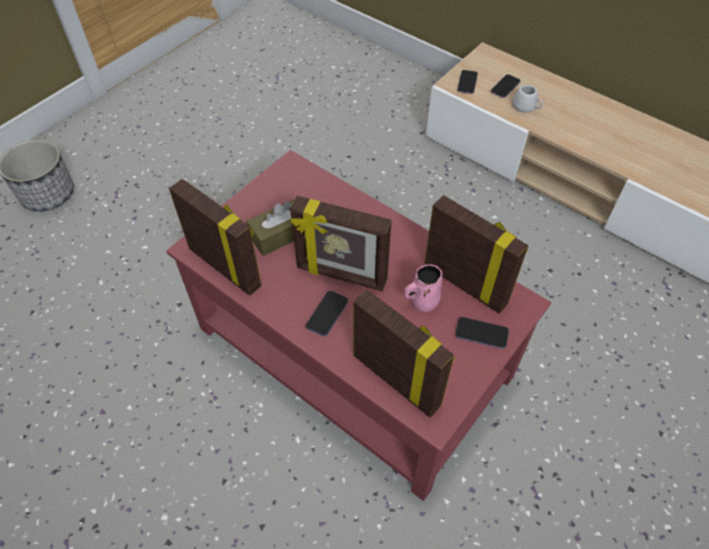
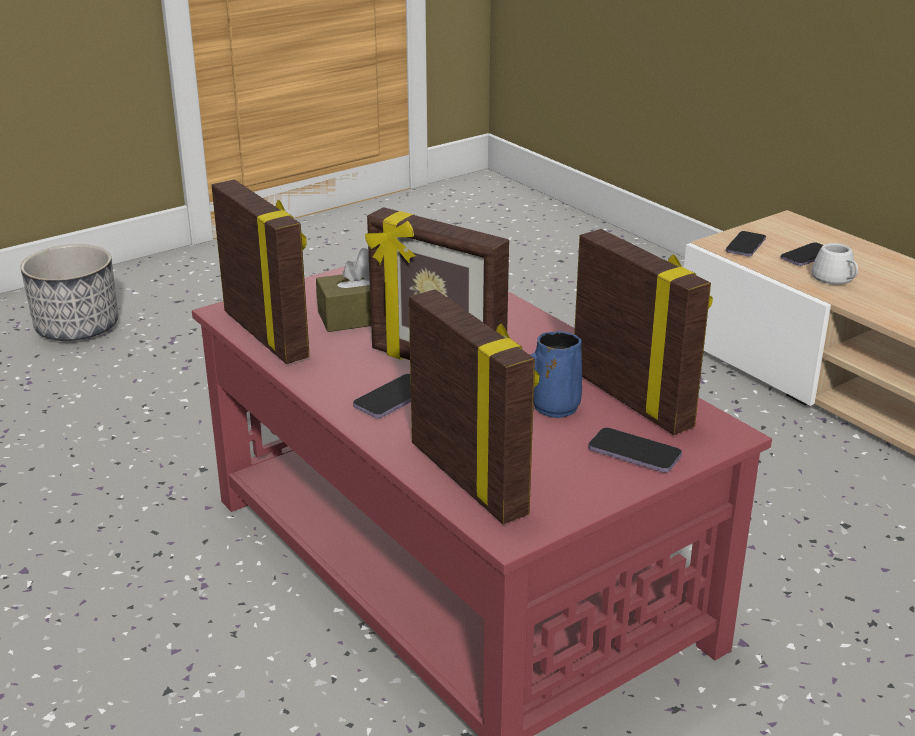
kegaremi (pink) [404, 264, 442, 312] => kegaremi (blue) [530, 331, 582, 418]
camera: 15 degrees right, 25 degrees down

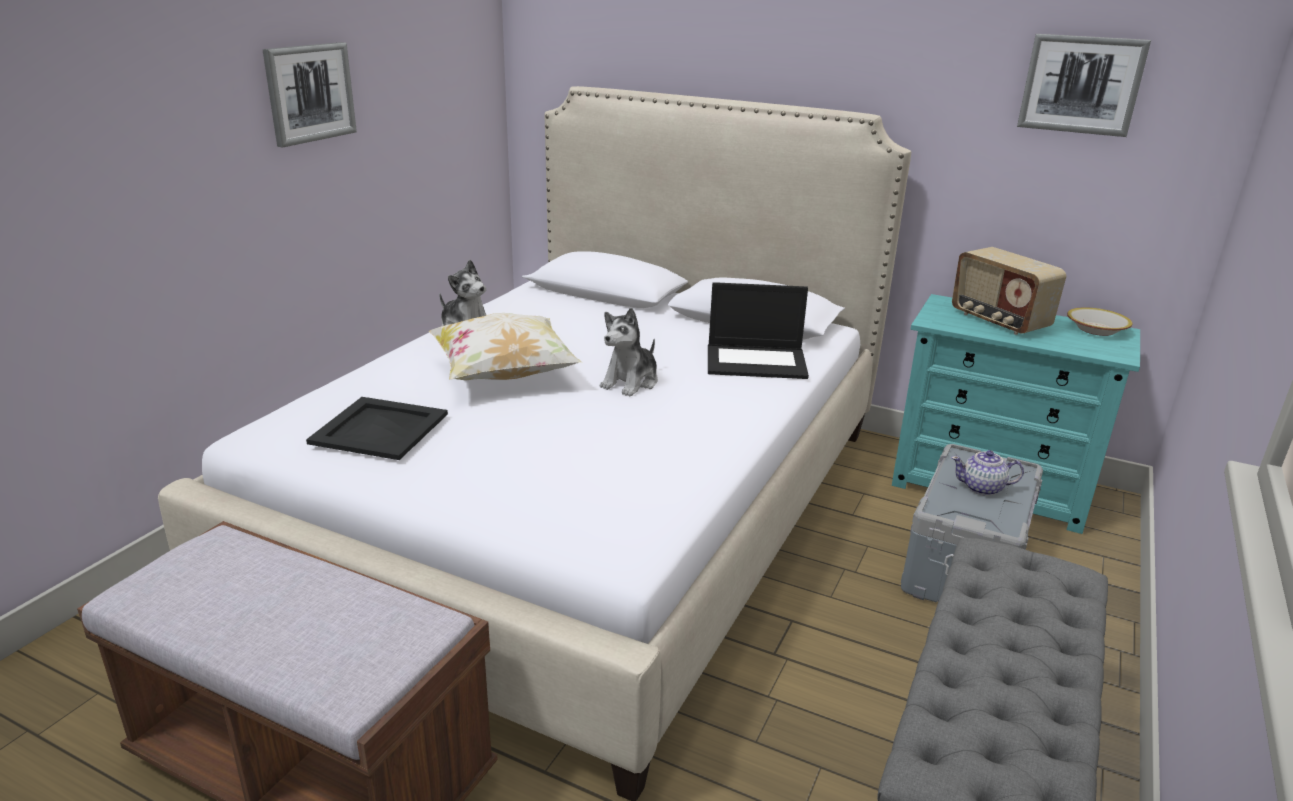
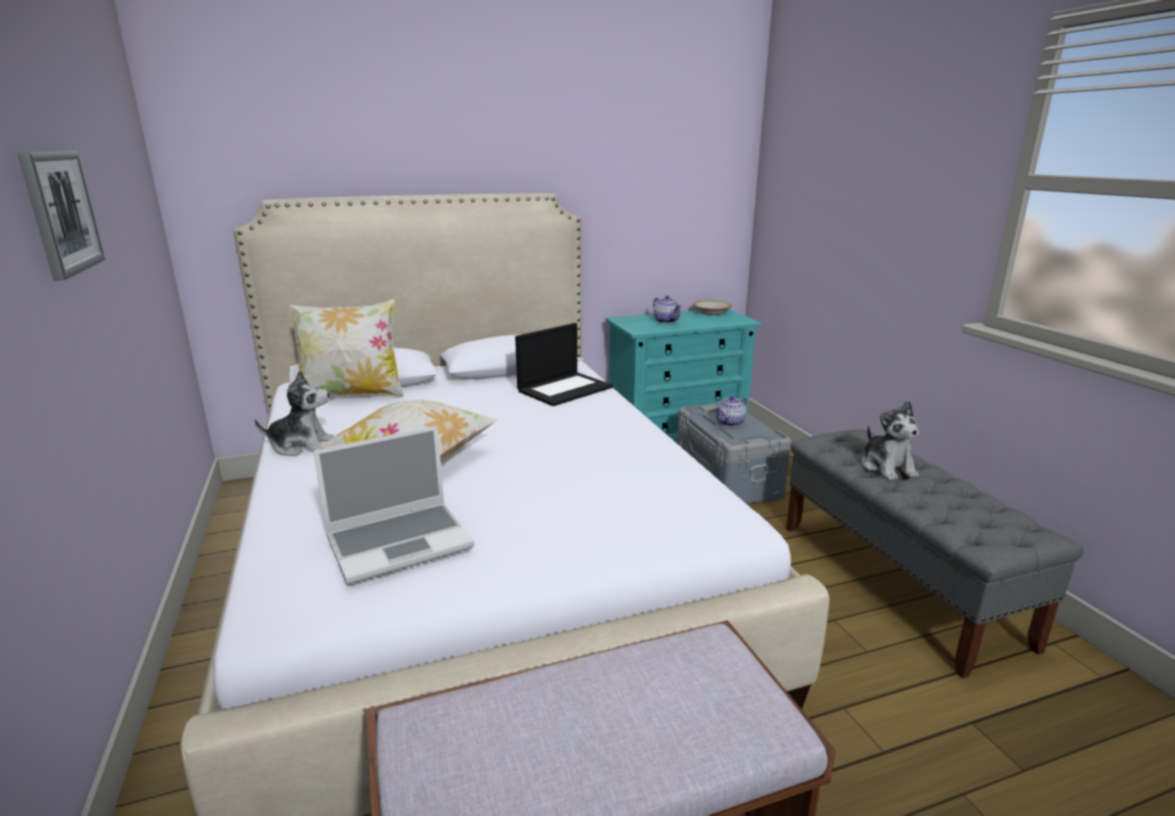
nothing => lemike [289, 299, 403, 397]
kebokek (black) [306, 397, 448, 460] => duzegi [313, 426, 475, 584]
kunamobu [952, 247, 1066, 335] => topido [653, 295, 681, 323]
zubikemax [600, 308, 658, 397] => zubikemax [862, 400, 919, 480], move
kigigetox [1017, 34, 1151, 137] => nothing
camera: 45 degrees left, 5 degrees down

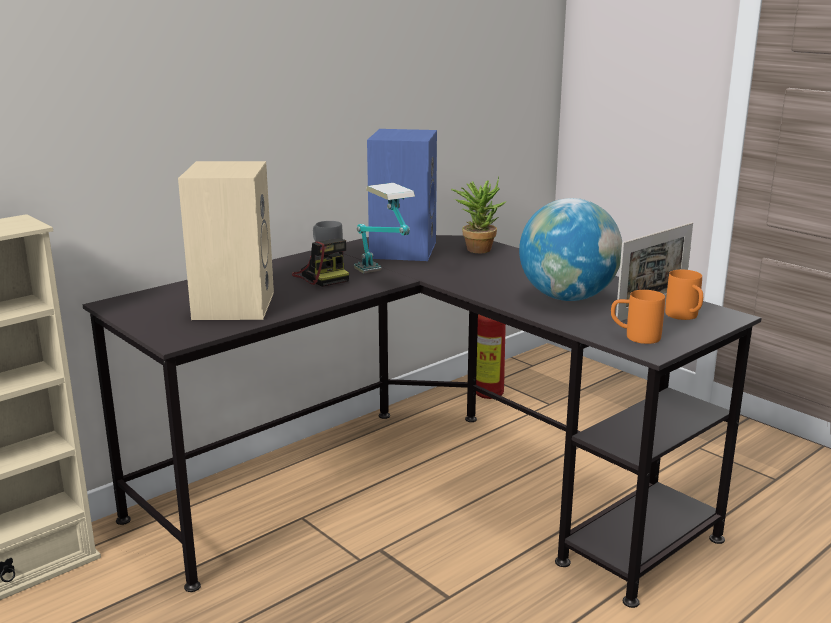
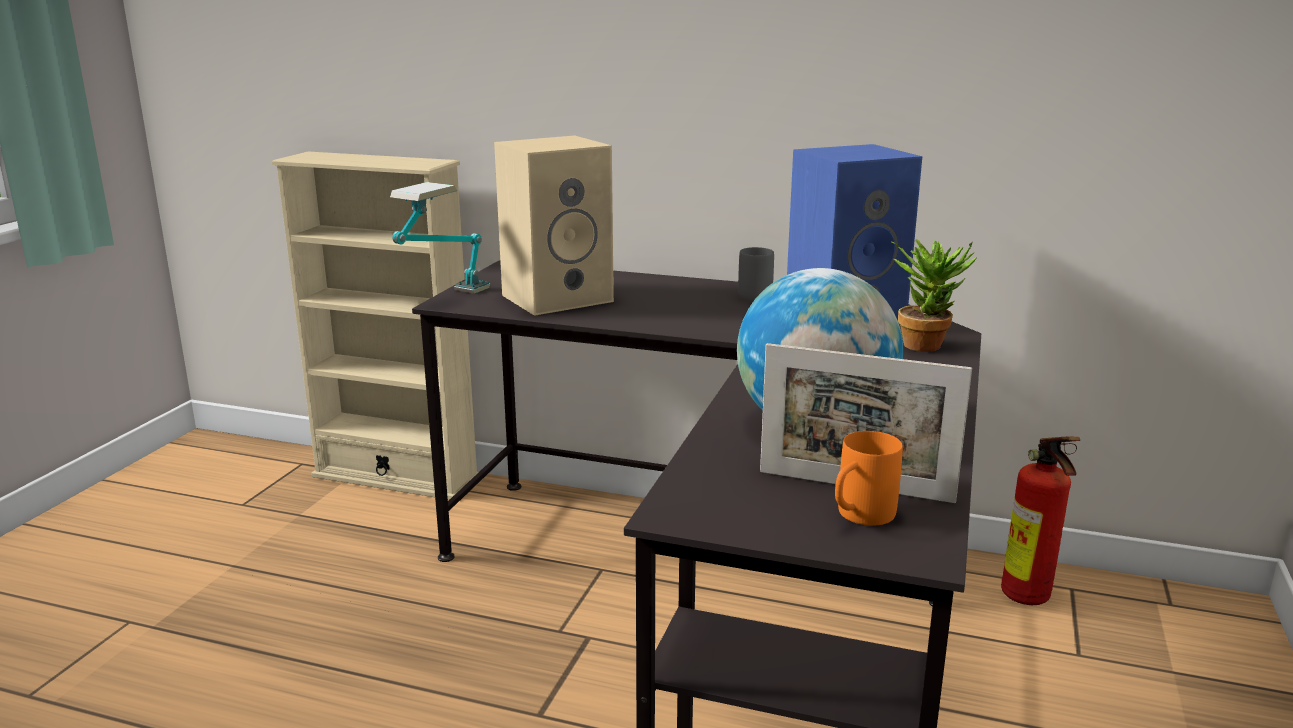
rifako [354, 183, 415, 274] => rifako [390, 182, 491, 294], move
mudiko [292, 238, 349, 287] => nothing
kegaremi (orange) [611, 290, 665, 344] => nothing
camera: 60 degrees right, 0 degrees up

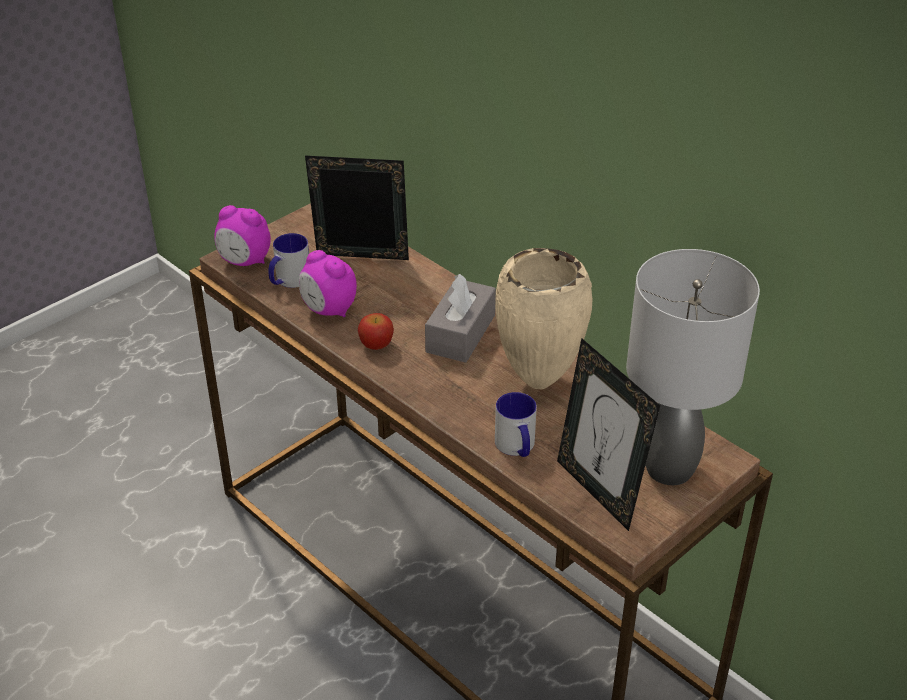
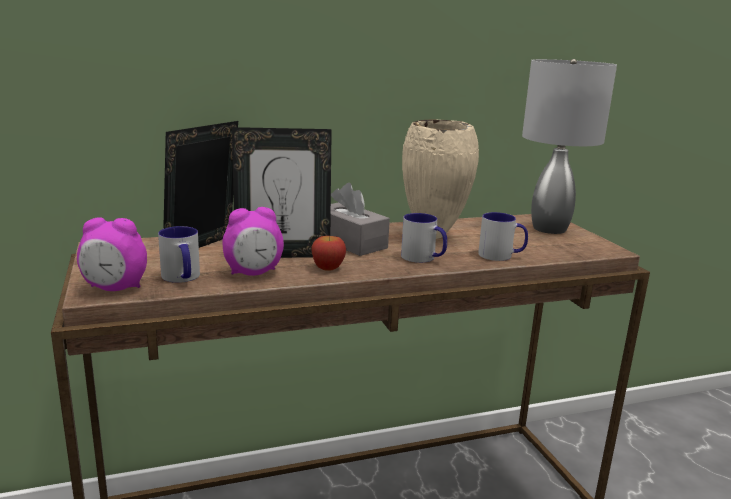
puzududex [214, 205, 271, 266] => puzududex [77, 217, 147, 291], 45 degrees clockwise
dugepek [557, 338, 660, 531] => dugepek [232, 127, 332, 258], move
nothing => kegaremi [401, 213, 447, 263]
camera: 65 degrees left, 20 degrees down

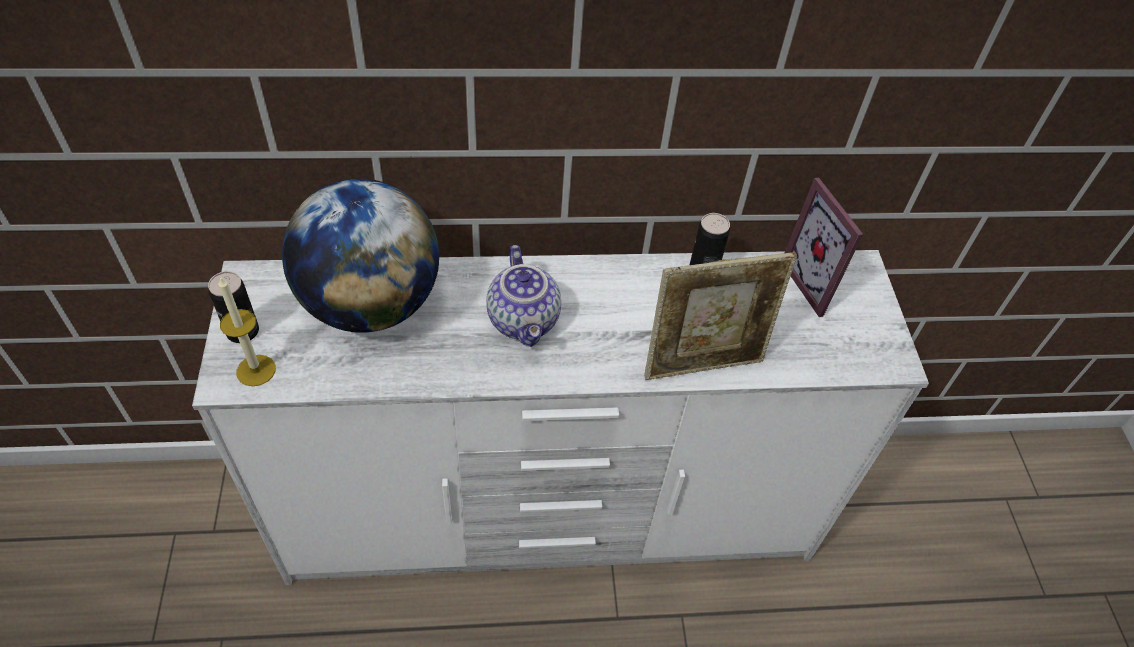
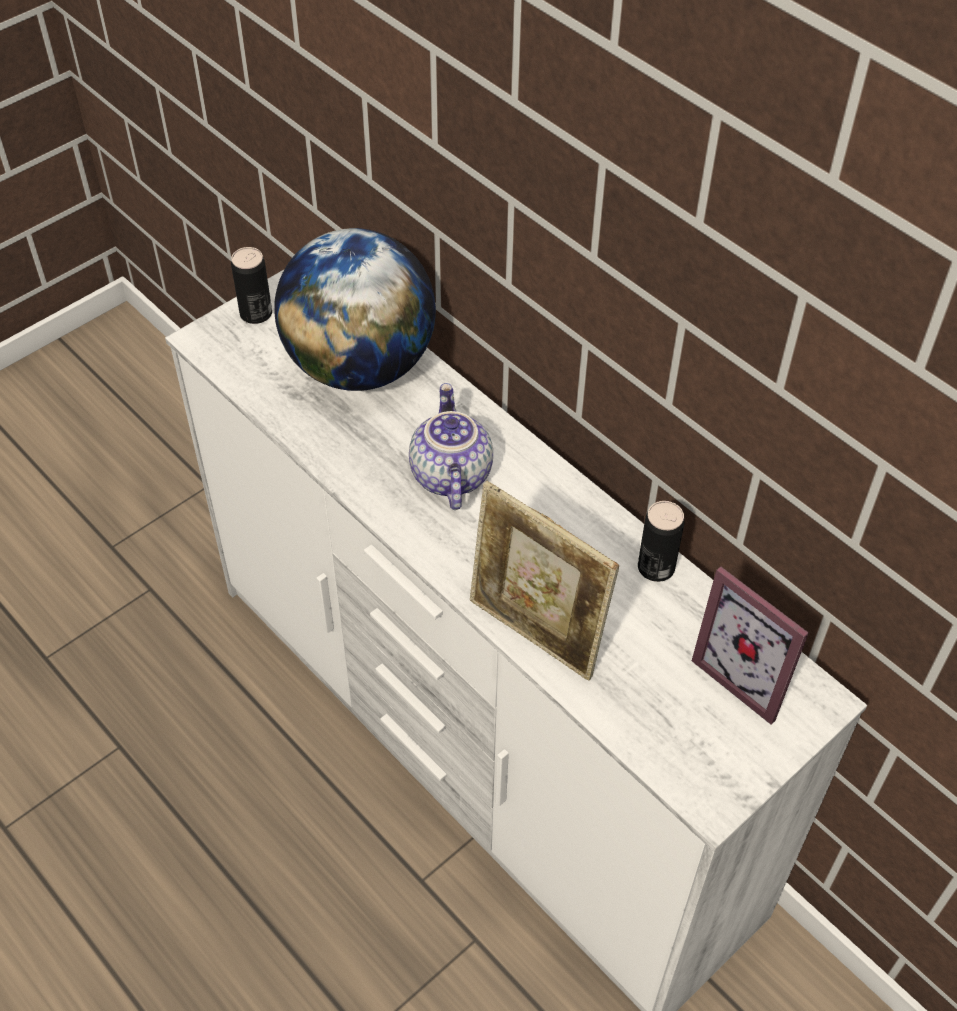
topido [486, 245, 561, 347] => topido [409, 383, 493, 510], 135 degrees clockwise
dugepek [785, 177, 863, 317] => dugepek [692, 566, 809, 725], 75 degrees counterclockwise
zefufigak [218, 277, 276, 386] => nothing
camera: 55 degrees right, 0 degrees up

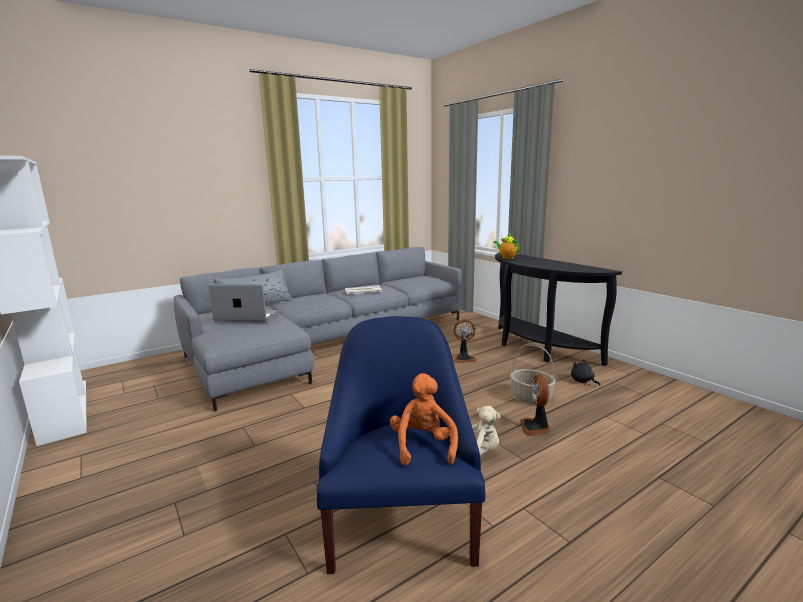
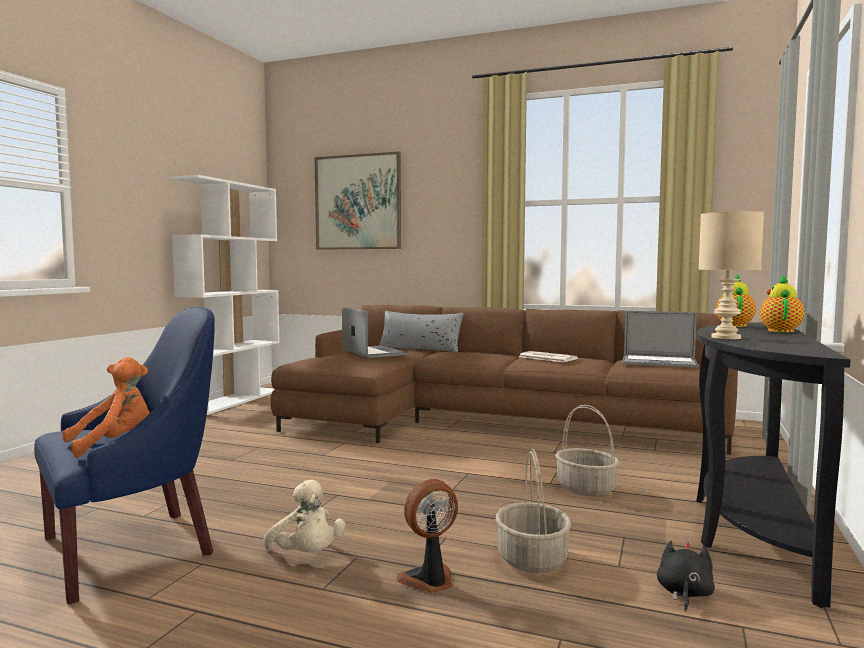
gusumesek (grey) [174, 247, 462, 411] => gusumesek (brown) [271, 305, 738, 455]
nothing => kigigetox [315, 151, 401, 250]
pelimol [453, 319, 477, 363] => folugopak [555, 405, 620, 496]
nothing => duzegi [622, 311, 698, 368]
nothing => rifako (beige) [698, 211, 764, 339]
nothing => topido [760, 275, 804, 332]
camera: 55 degrees right, 10 degrees down

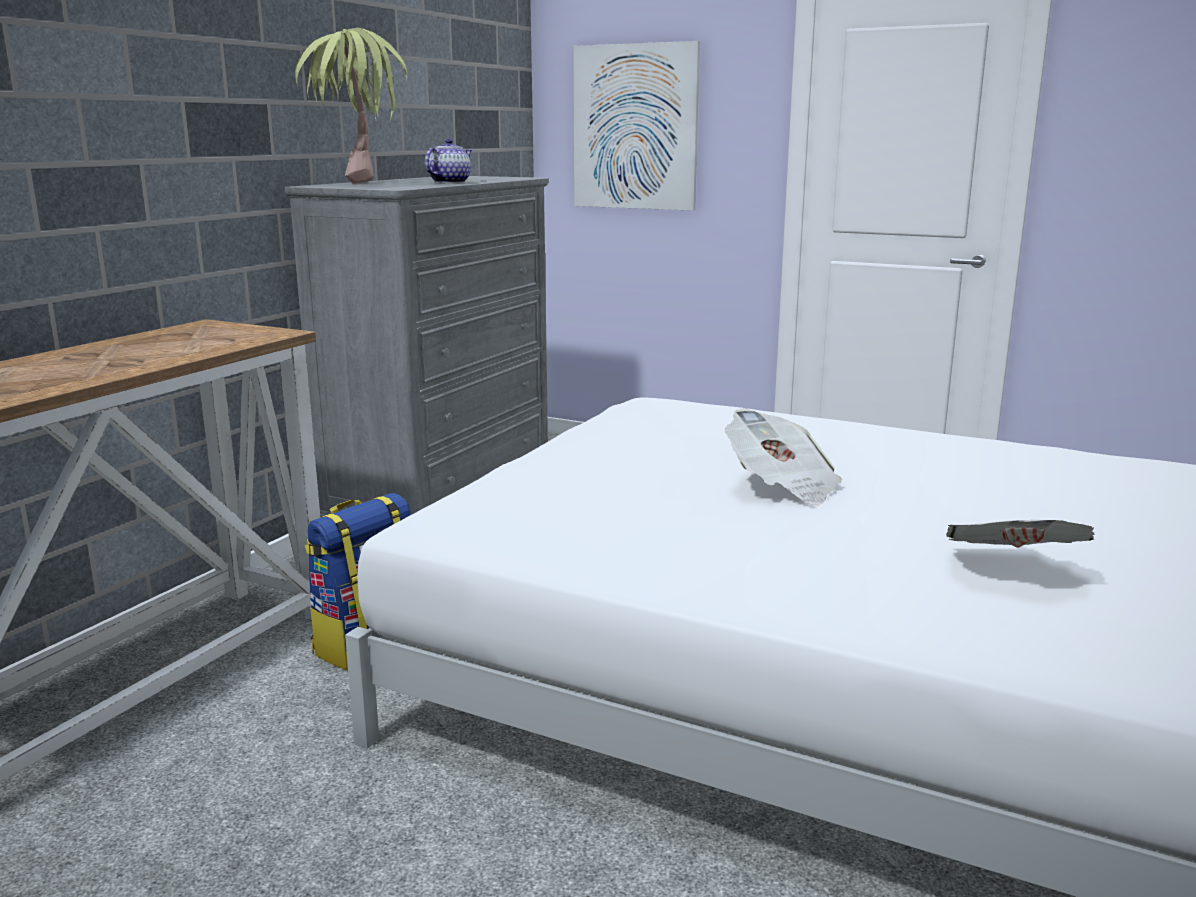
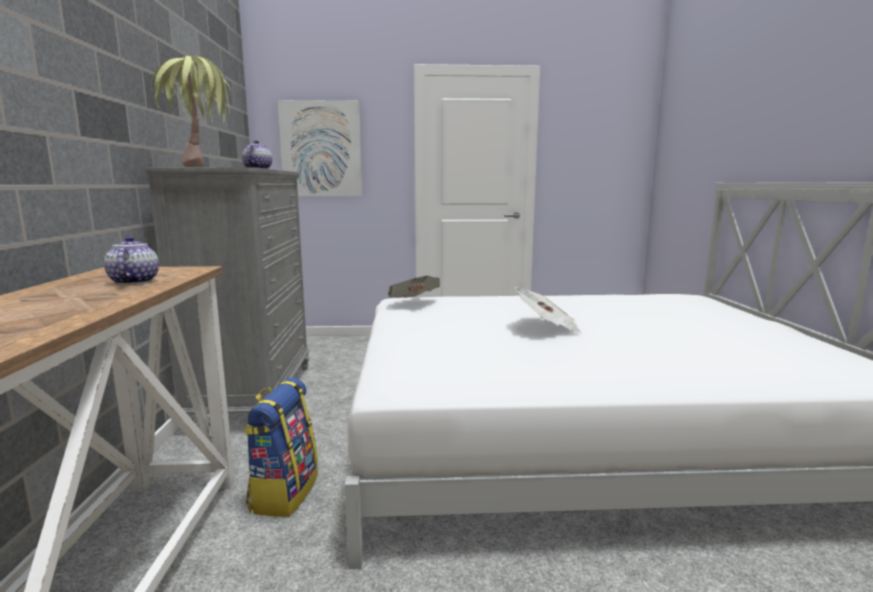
nothing => topido [104, 236, 159, 285]
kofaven [946, 520, 1094, 548] => kofaven [388, 276, 440, 298], move
camera: 30 degrees left, 5 degrees down

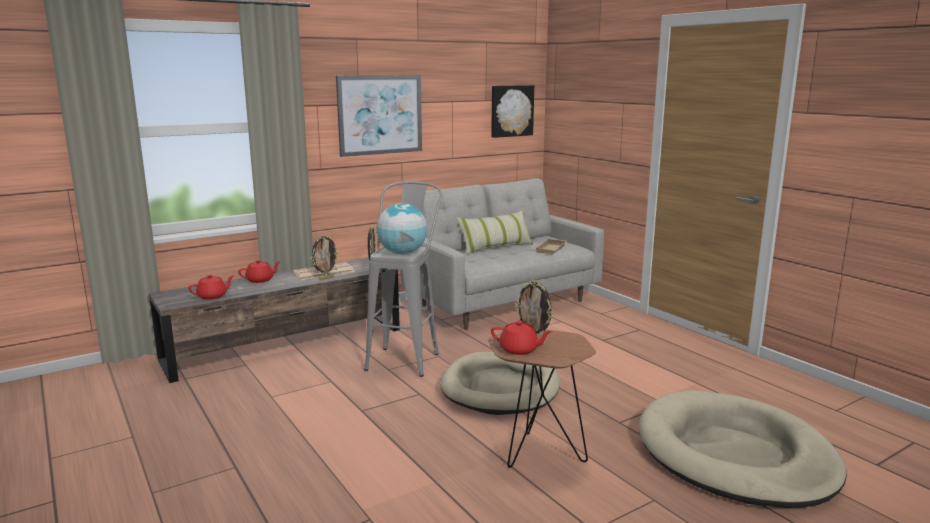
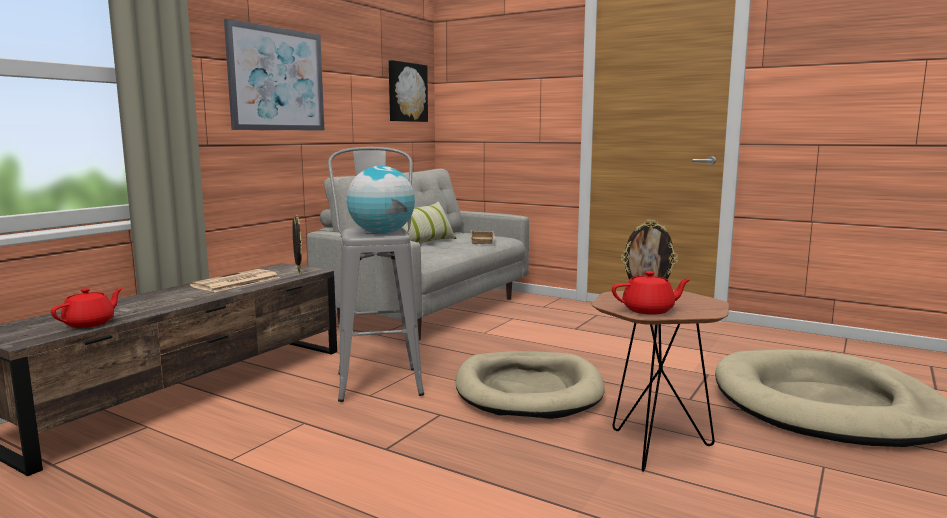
topido (red) [238, 260, 281, 283] => nothing
dugepek [311, 234, 339, 280] => nothing
camera: 25 degrees left, 5 degrees down

